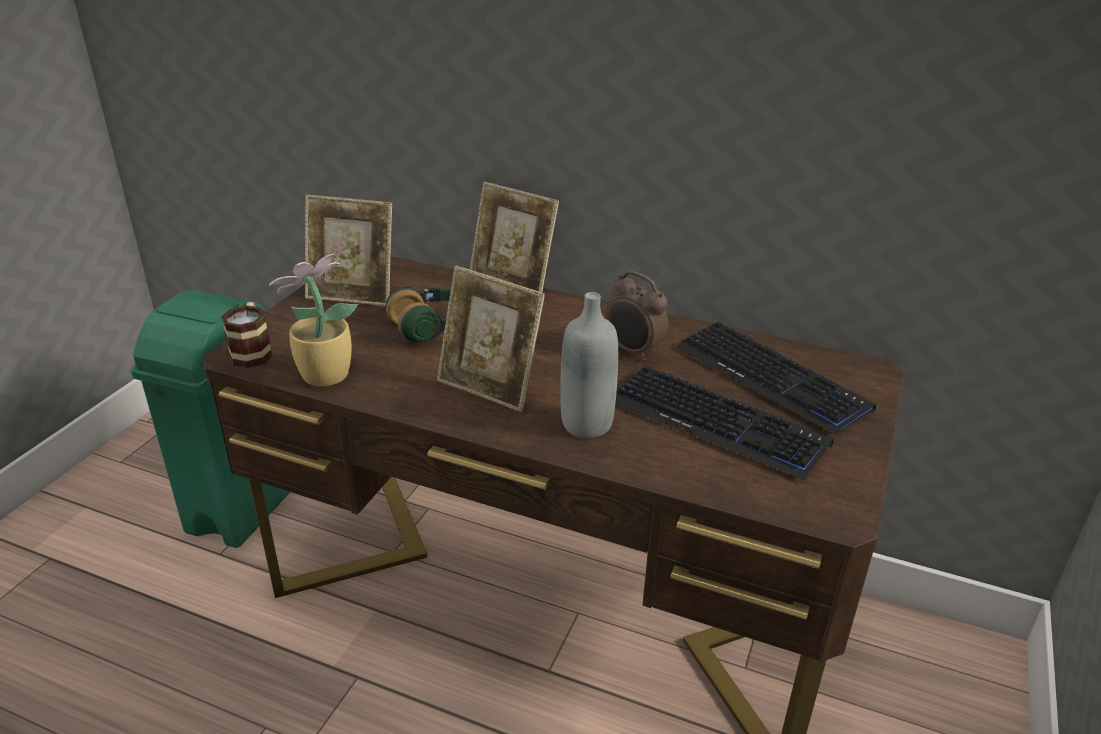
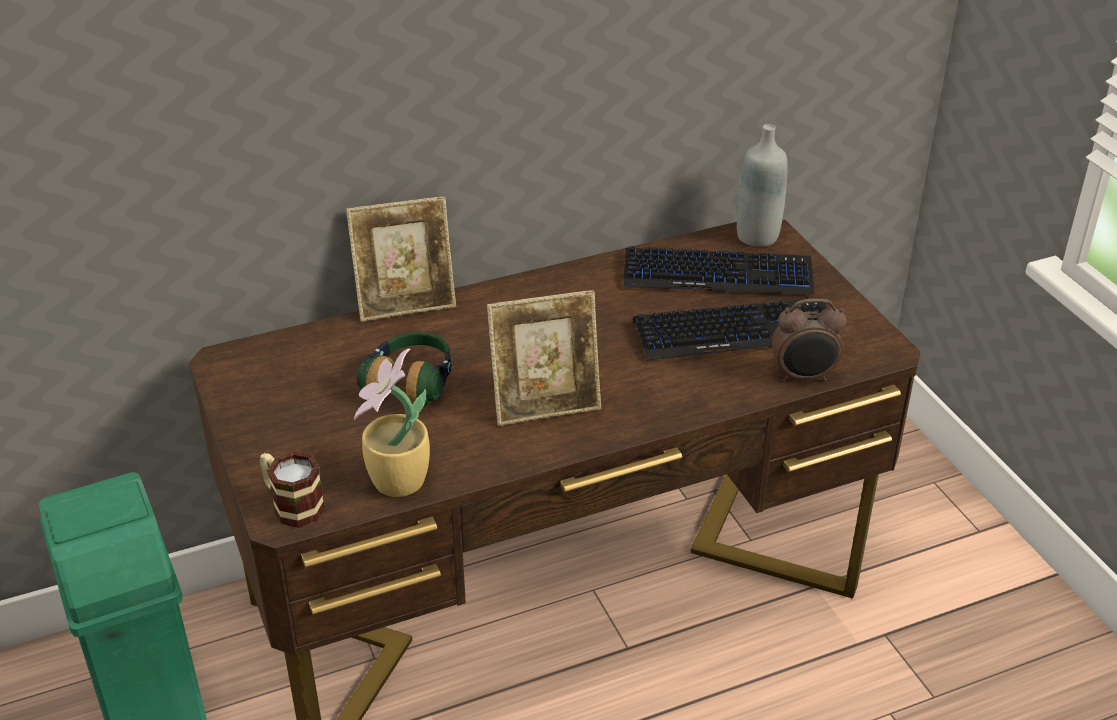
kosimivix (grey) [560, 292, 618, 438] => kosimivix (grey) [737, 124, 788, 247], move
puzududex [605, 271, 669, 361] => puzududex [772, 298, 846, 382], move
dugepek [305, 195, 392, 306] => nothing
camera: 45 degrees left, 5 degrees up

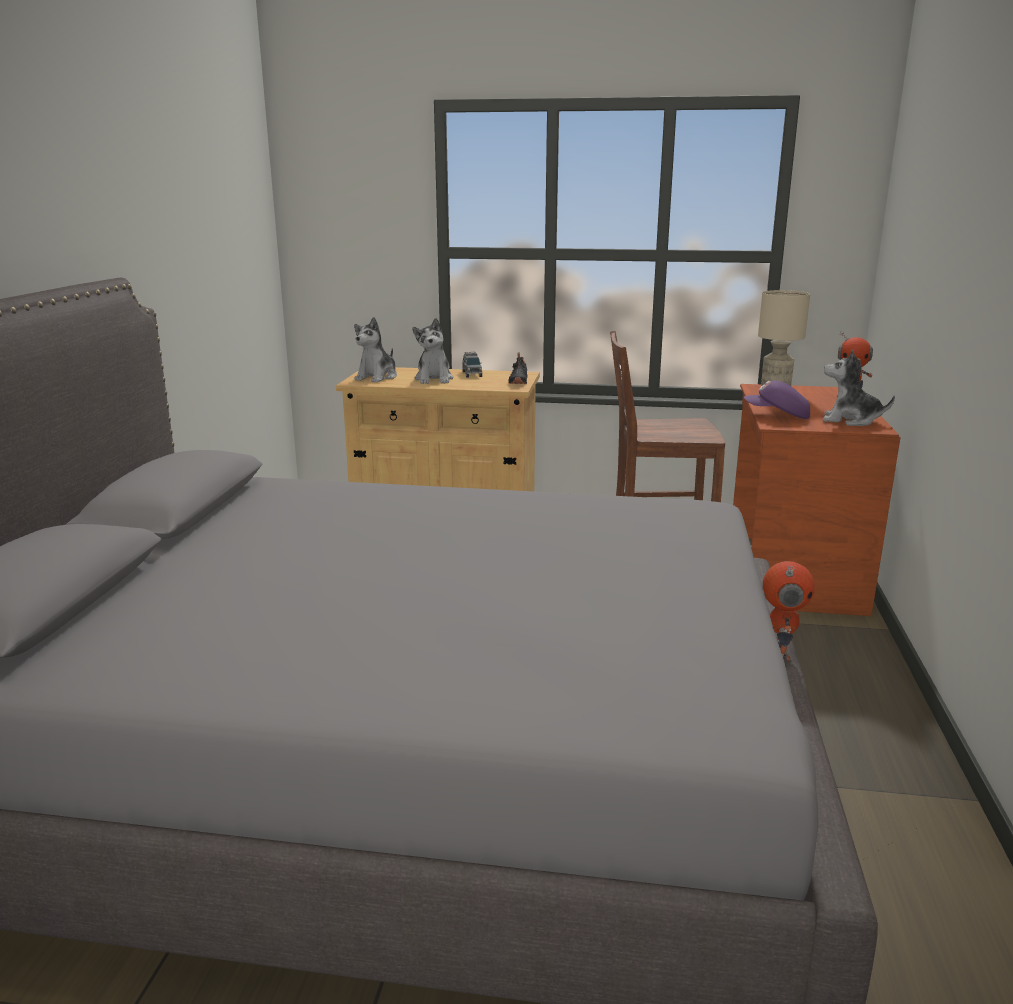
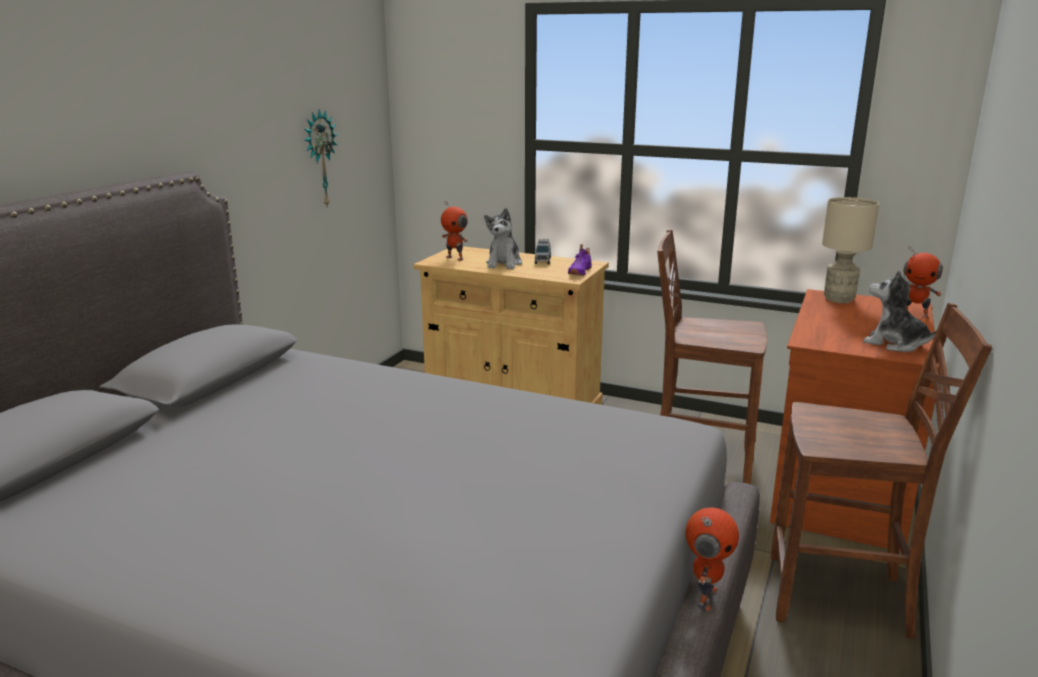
nothing => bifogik [305, 109, 338, 208]
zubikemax [354, 317, 397, 382] => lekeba [441, 202, 468, 261]
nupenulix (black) [508, 352, 528, 384] => nupenulix (purple) [568, 244, 592, 276]
nothing => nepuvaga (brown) [771, 303, 992, 639]
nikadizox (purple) [744, 380, 810, 419] => nothing
camera: 15 degrees right, 0 degrees up

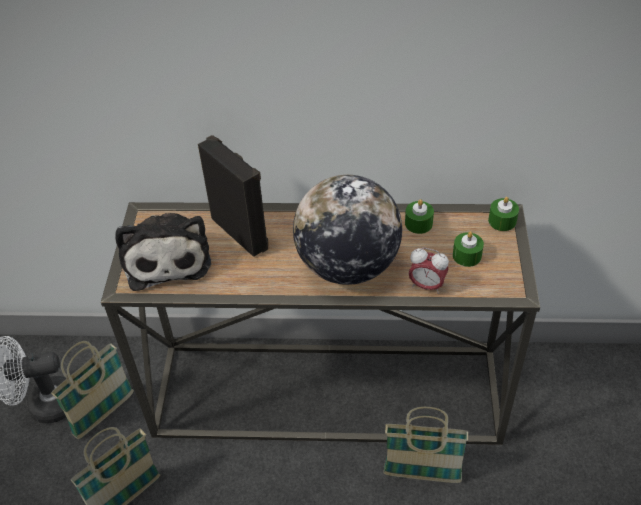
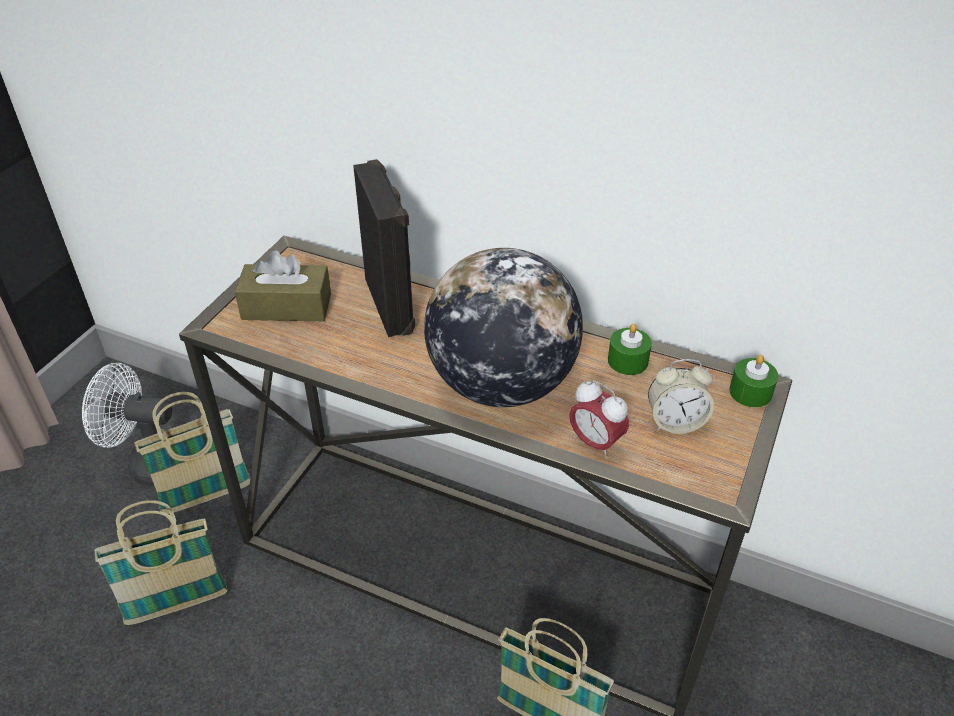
zubikemax [115, 213, 211, 291] => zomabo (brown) [235, 250, 331, 321]
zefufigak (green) [453, 231, 484, 267] => puzududex [648, 359, 714, 434]
camera: 20 degrees right, 5 degrees down

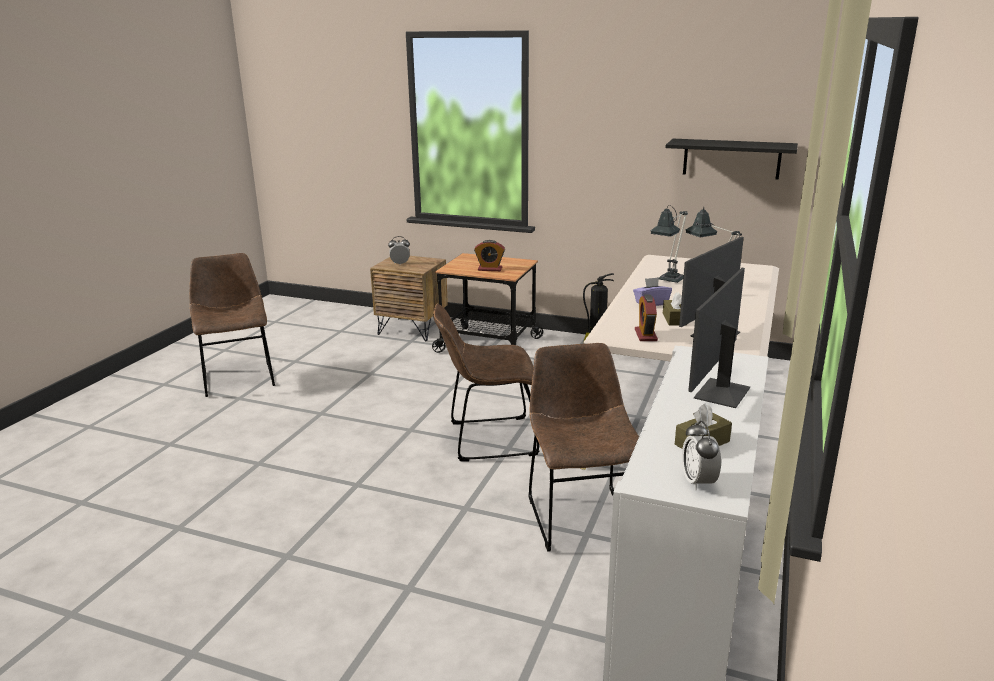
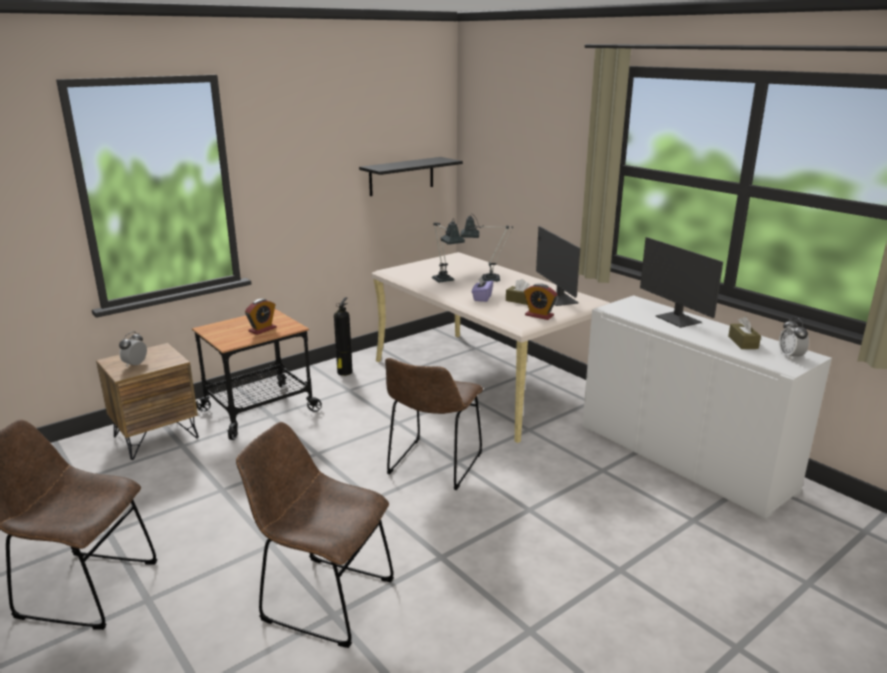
nepuvaga (brown) [528, 343, 639, 552] => nepuvaga (brown) [236, 422, 394, 648], move
puzududex [682, 421, 721, 491] => puzududex [779, 318, 809, 361], 60 degrees clockwise
camera: 60 degrees left, 0 degrees up

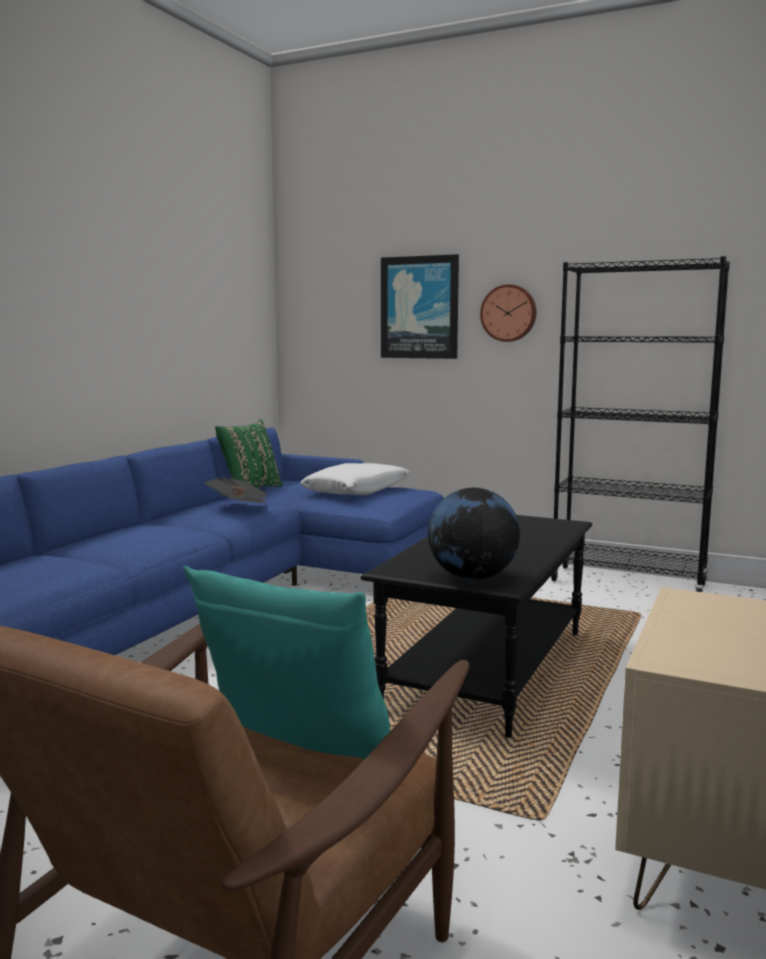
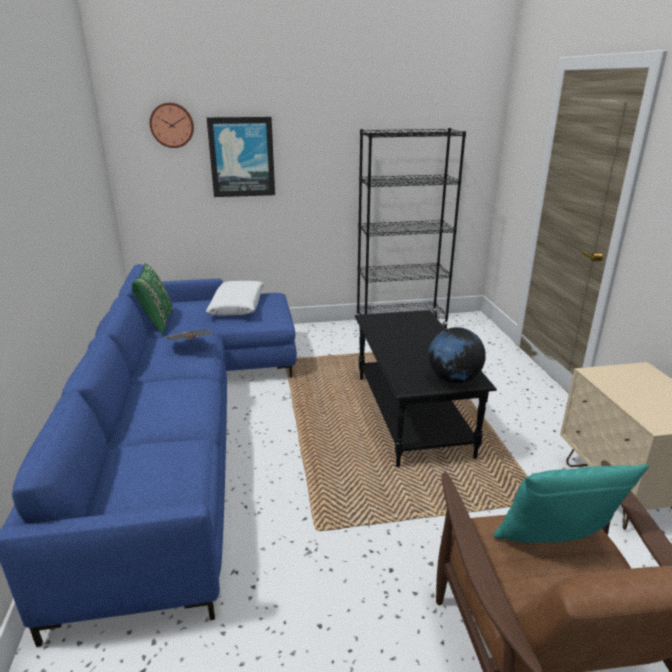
bifogik [480, 284, 536, 342] => bifogik [150, 103, 194, 148], move
camera: 35 degrees left, 15 degrees up

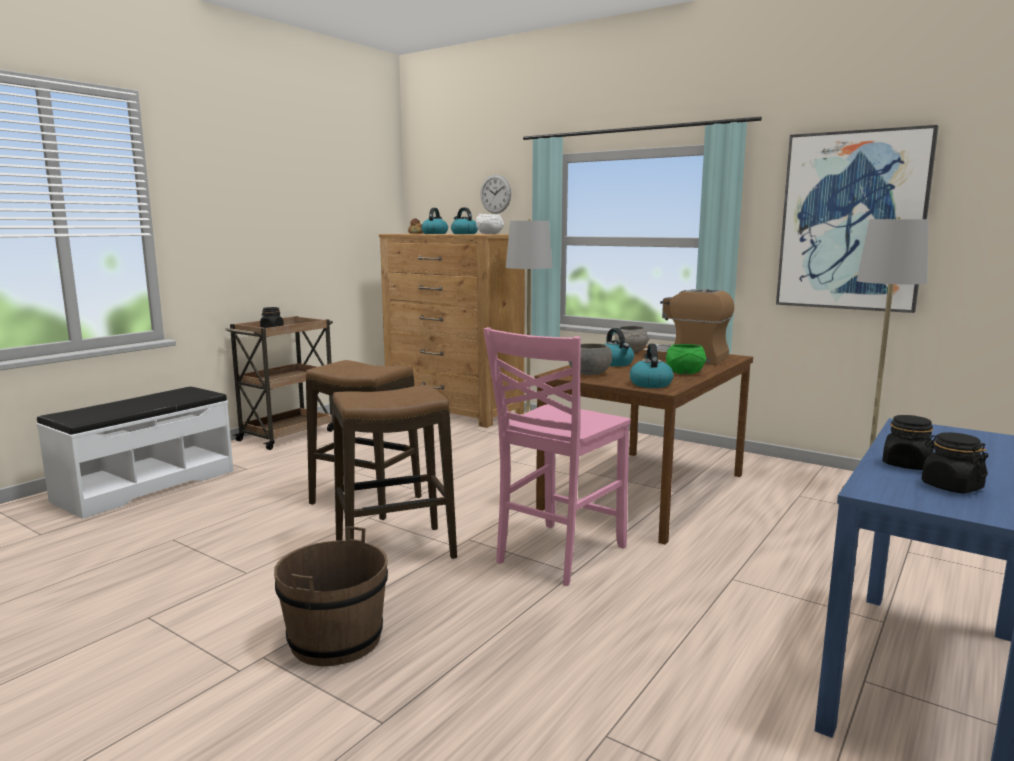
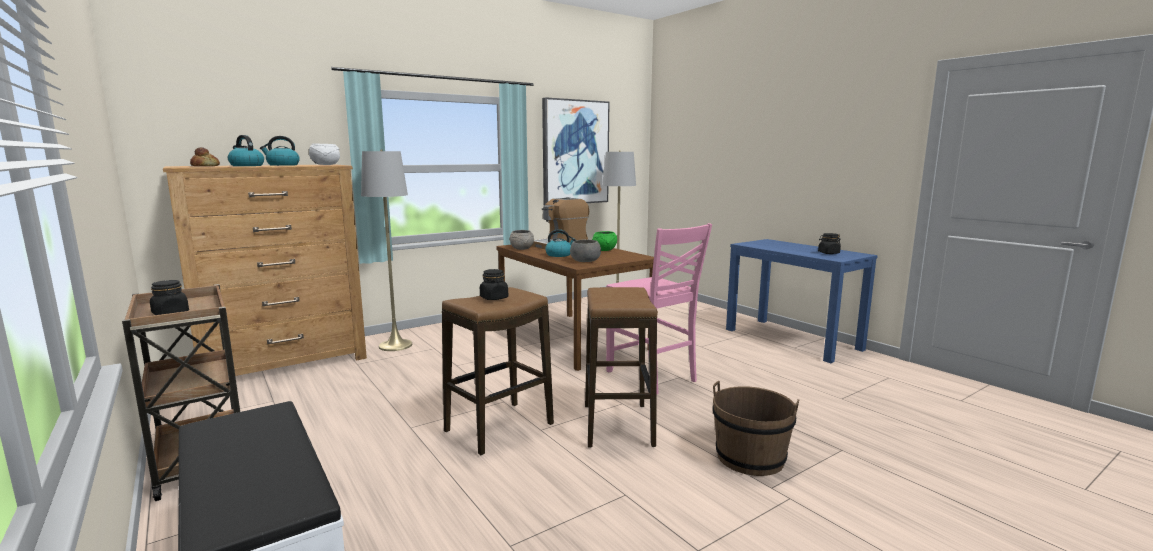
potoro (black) [882, 415, 934, 470] => potoro (black) [480, 269, 508, 300], move
bifogik [480, 175, 511, 214] => nothing
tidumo [630, 344, 673, 388] => nothing
camera: 70 degrees left, 0 degrees up

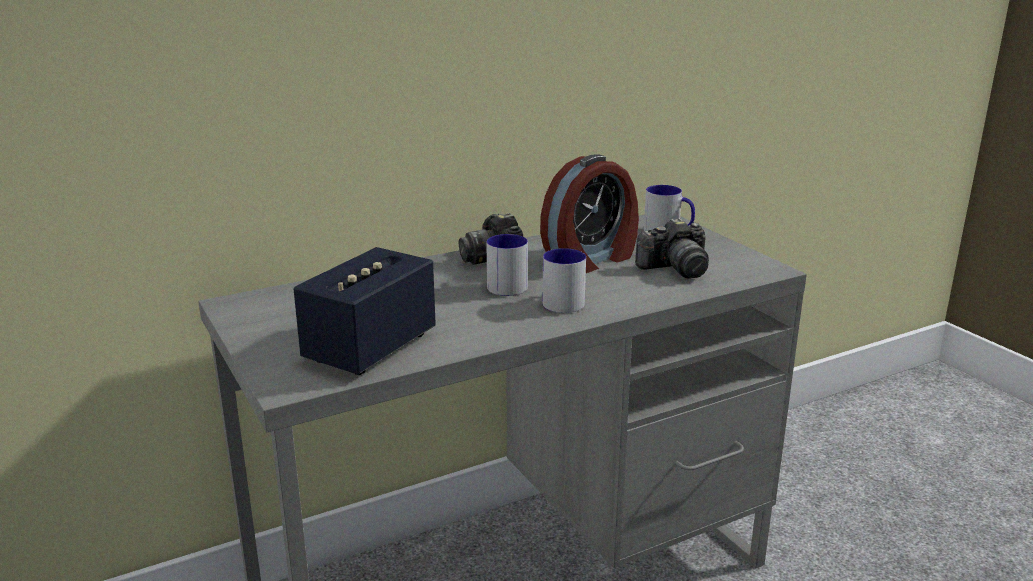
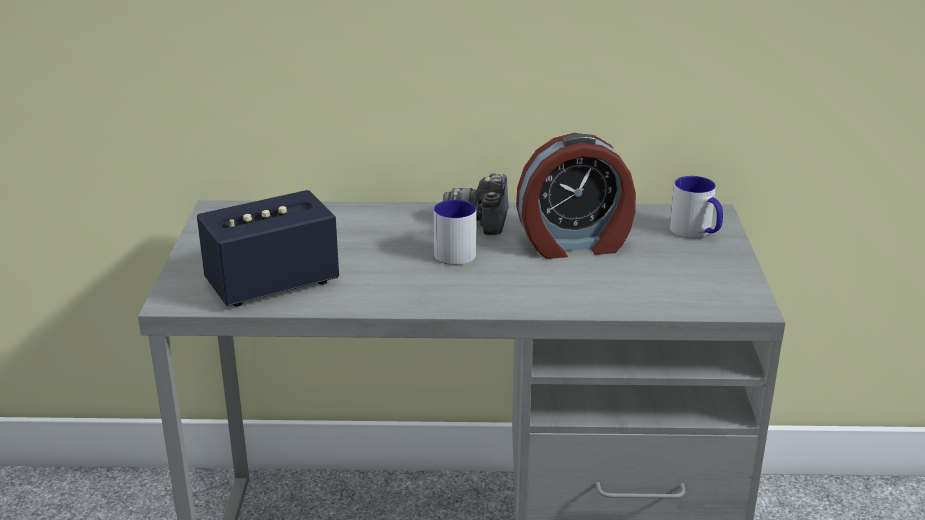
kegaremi [542, 248, 586, 313] => nothing
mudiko [635, 218, 709, 279] => nothing
camera: 30 degrees right, 5 degrees up

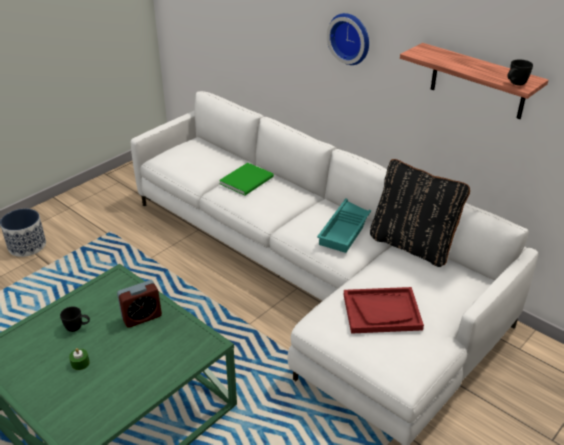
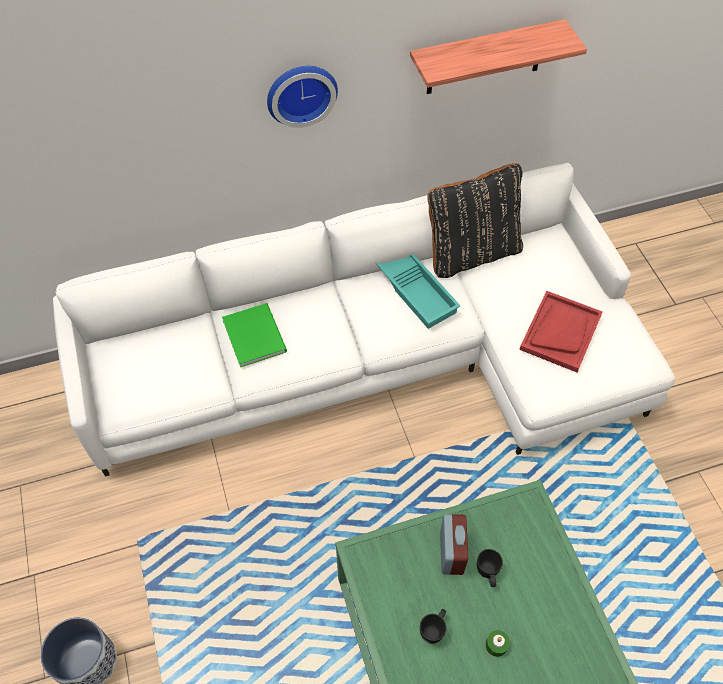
kegaremi (black) [507, 59, 533, 86] => kegaremi (black) [477, 549, 503, 587], move
camera: 60 degrees left, 20 degrees up

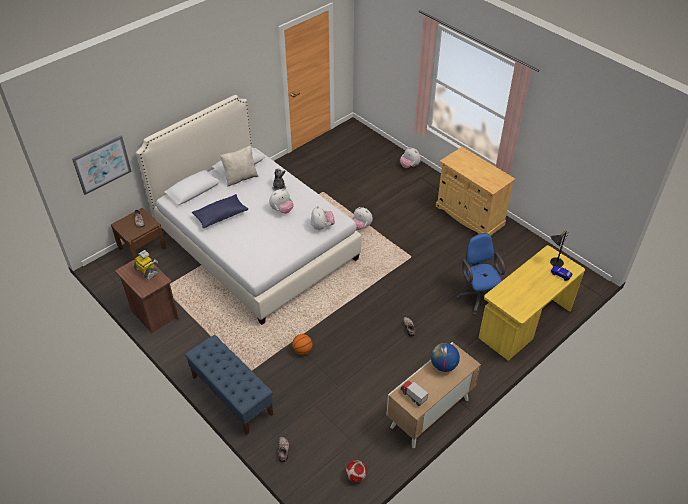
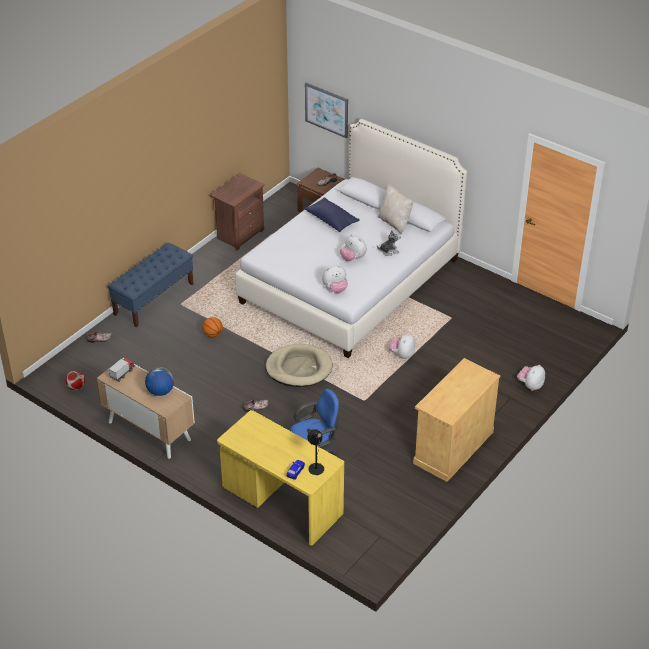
nothing => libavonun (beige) [266, 344, 332, 387]
lekeba [134, 250, 159, 280] => nothing
camera: 80 degrees right, 5 degrees down

